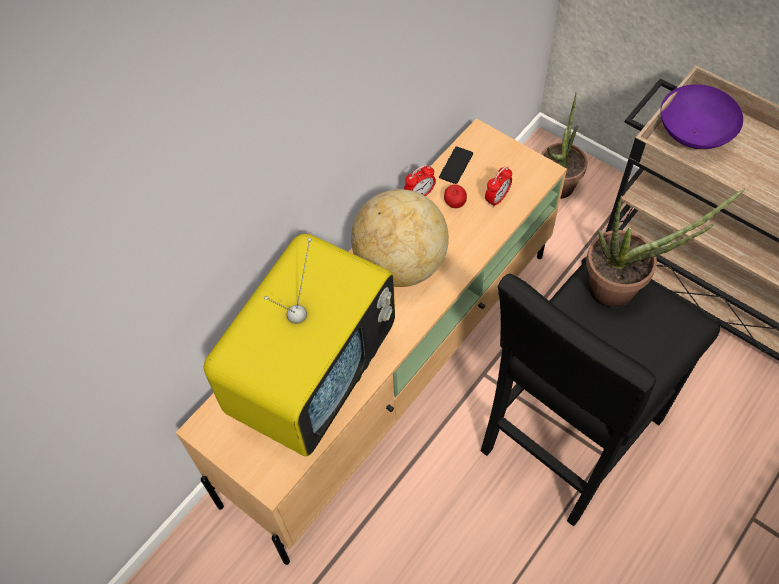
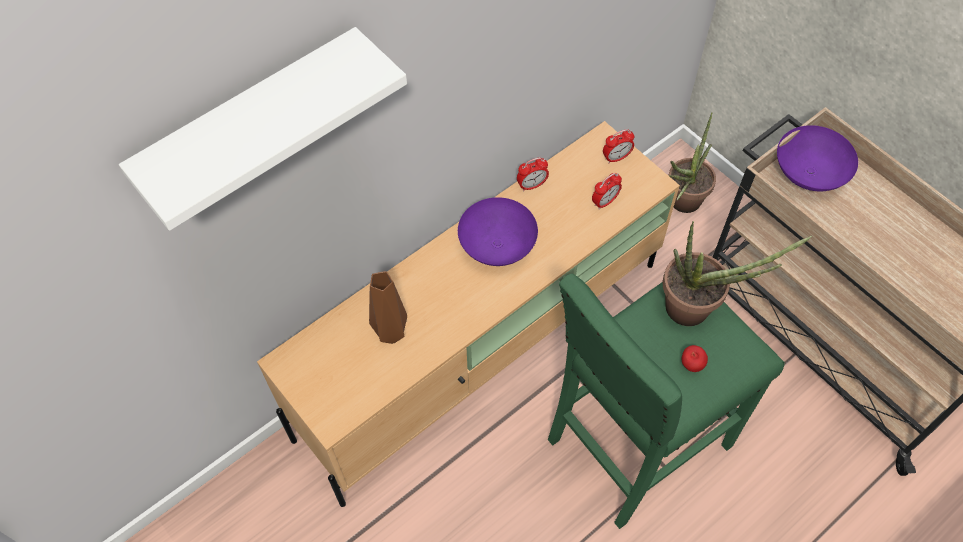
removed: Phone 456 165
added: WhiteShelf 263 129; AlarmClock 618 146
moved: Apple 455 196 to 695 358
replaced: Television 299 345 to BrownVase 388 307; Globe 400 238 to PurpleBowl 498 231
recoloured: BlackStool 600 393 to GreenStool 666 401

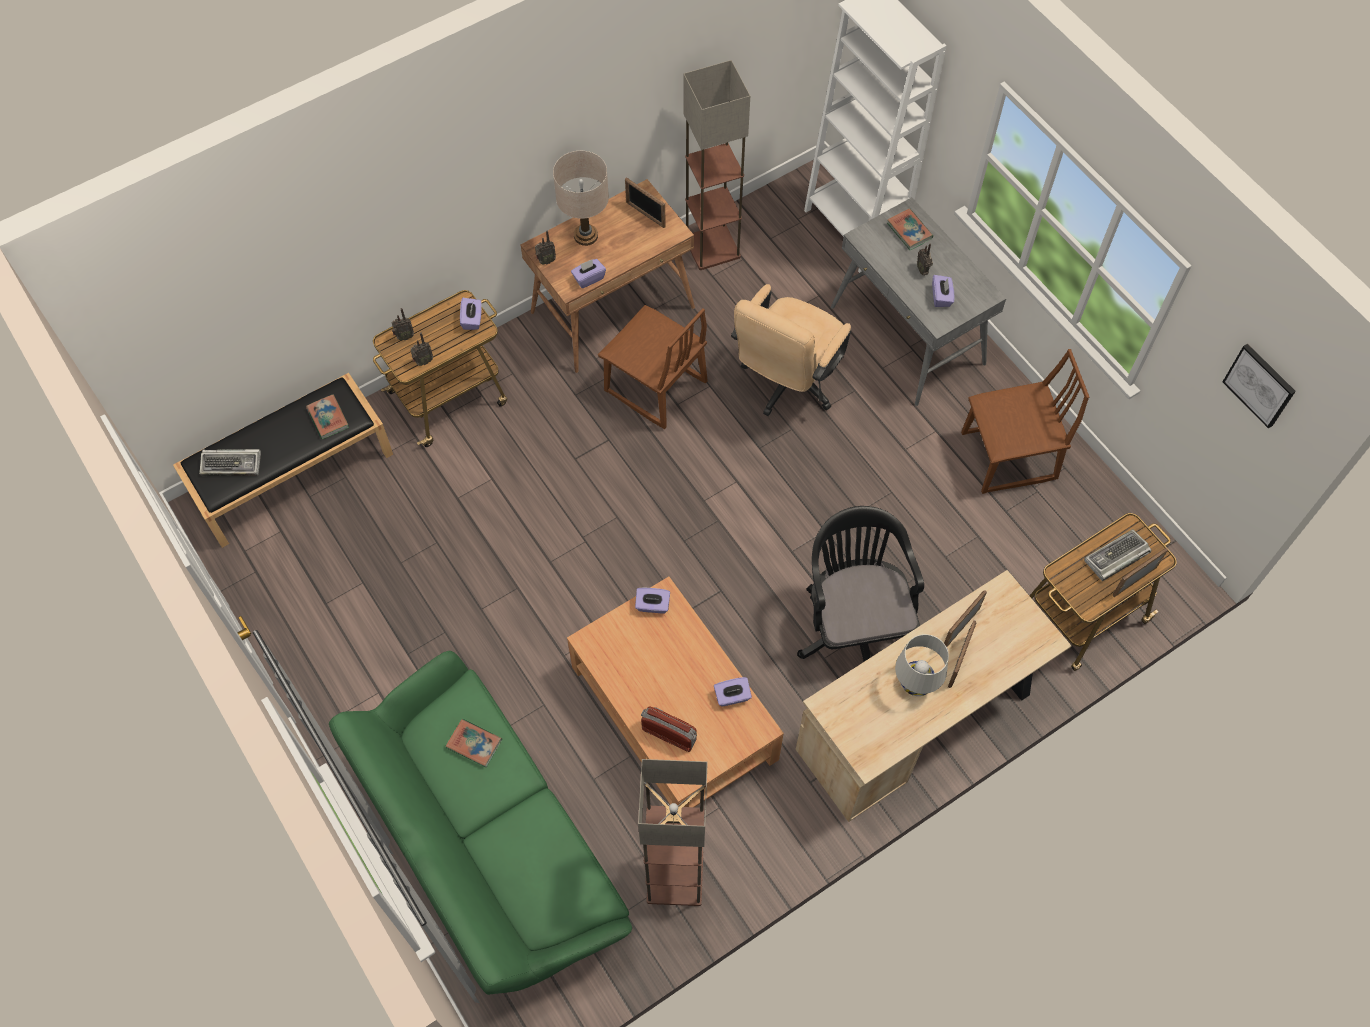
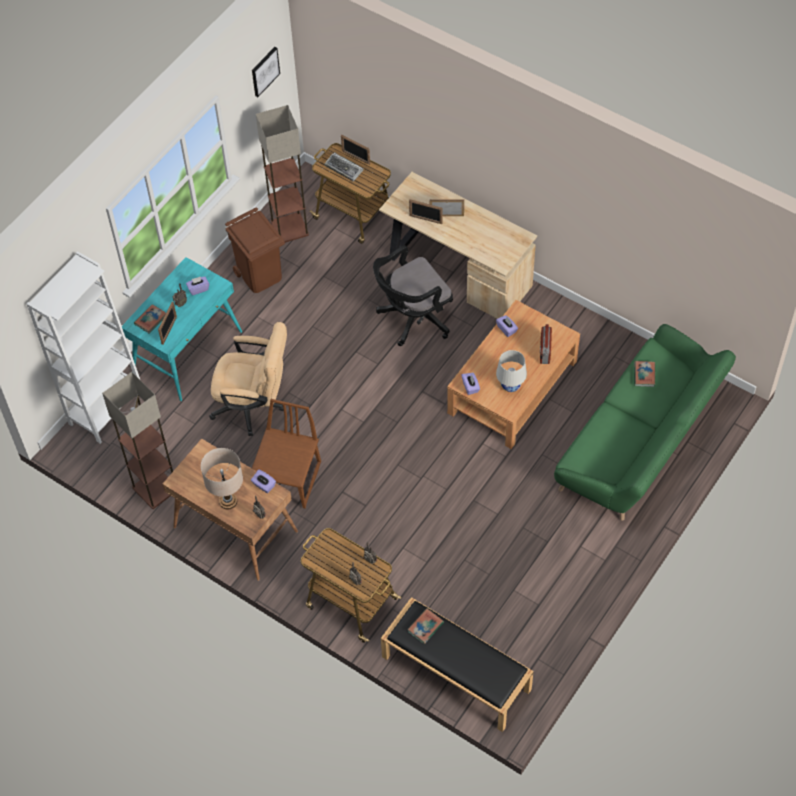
removed: Keyboard 230 462; PurpleTissueBox 471 314
moved: PictureFrame 645 202 to 167 323; FloorLamp 673 832 to 282 174; WhiteTableLamp 922 665 to 511 371; Book 473 743 to 644 374
replaced: BrownChair 1025 421 to BrownTrashCan 255 250
recoloured: GreyDesk 918 301 to TurquoiseDesk 182 329

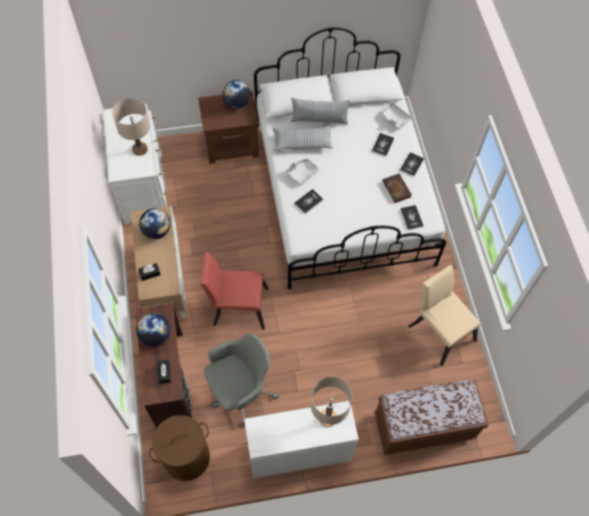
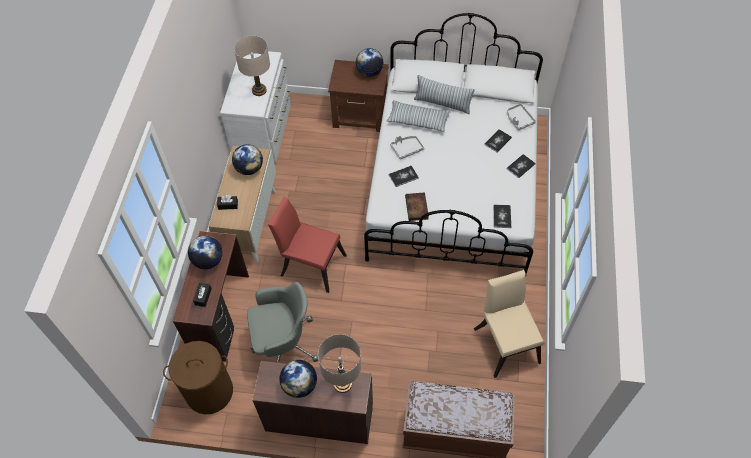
added: Globe 298 379
moved: Book 397 188 to 417 206
recoloured: WhiteDesk 301 440 to BrownDesk 312 402

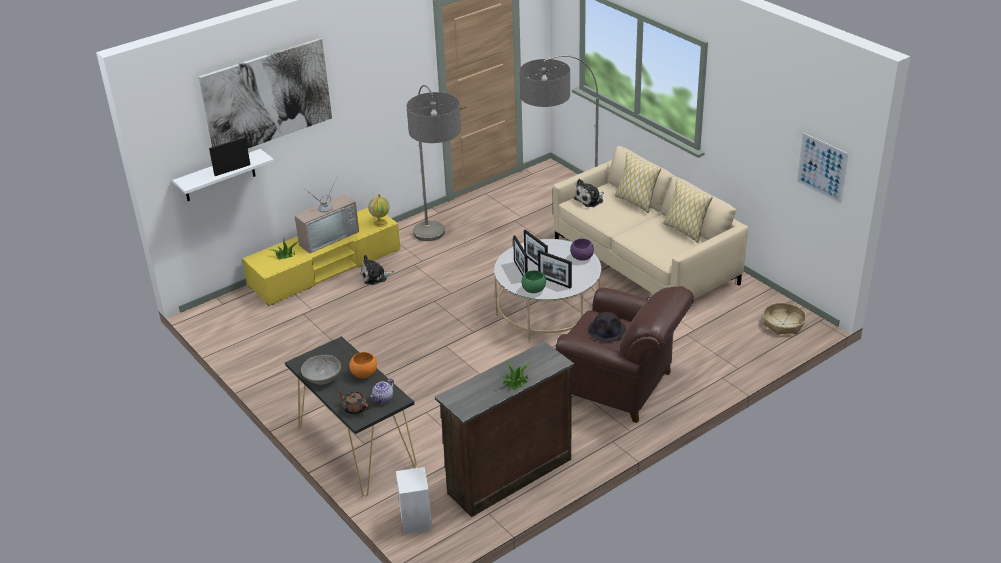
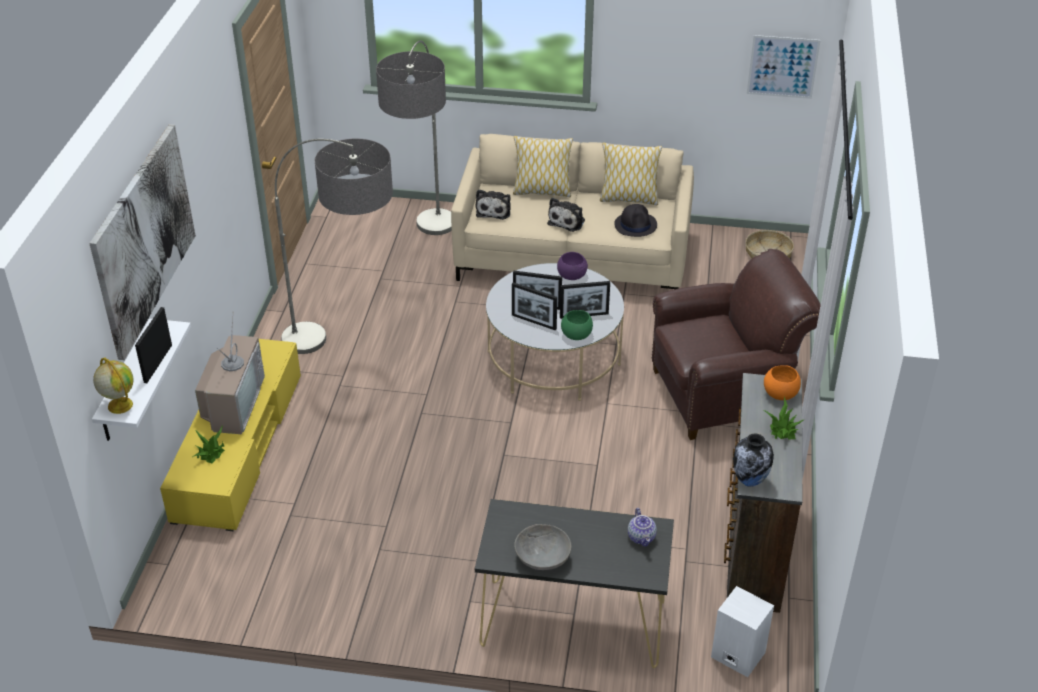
removed: BrownTeapot 353 402
added: Vase 753 460
moved: Globe 379 210 to 113 386; PlushToy 377 270 to 566 215; BlackHat 607 327 to 635 220; OrangeBowl 363 365 to 782 382

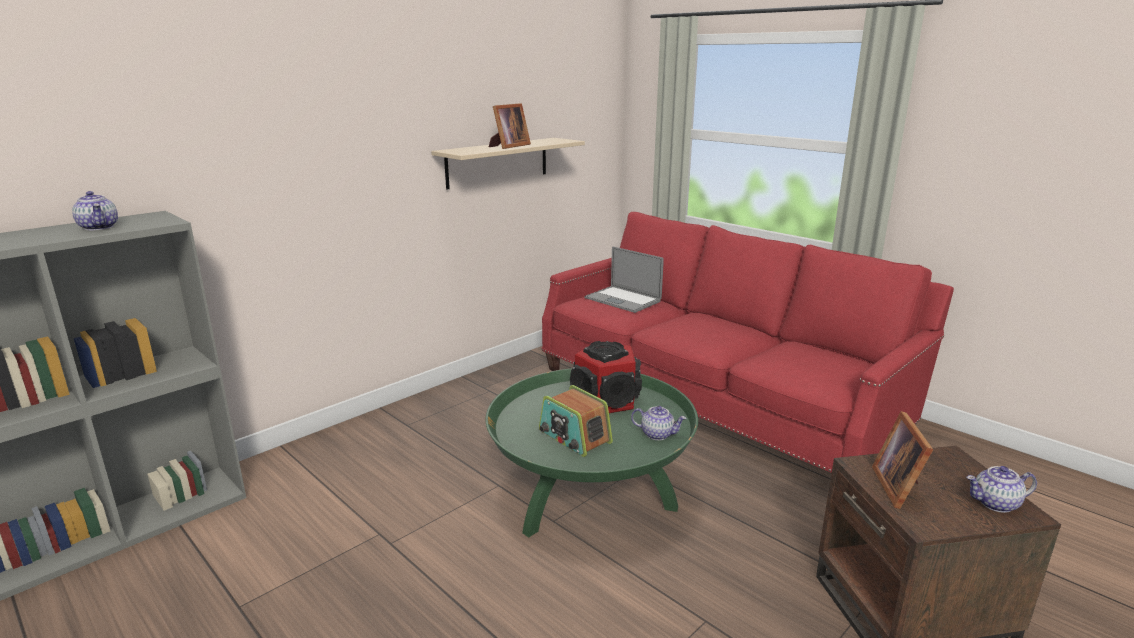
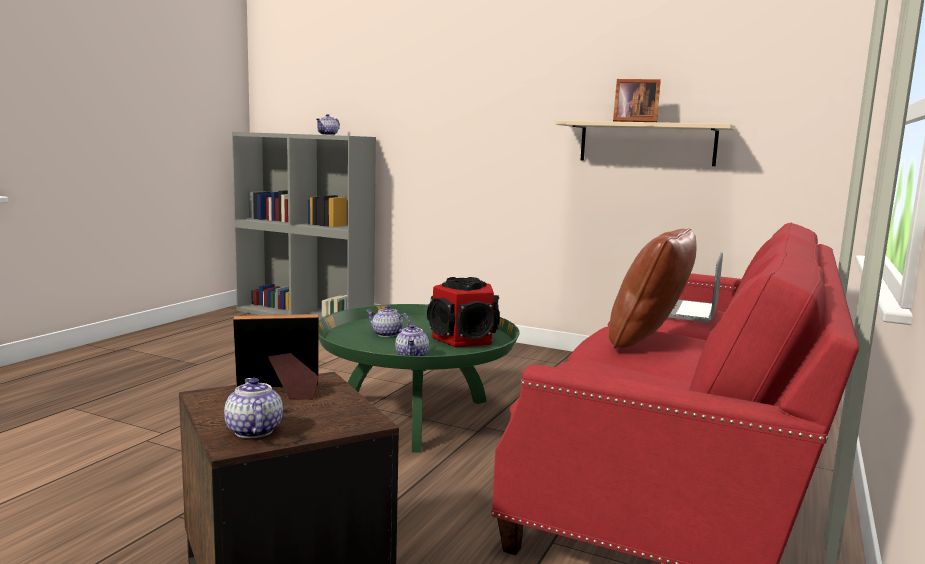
added: BrownPillow 653 288
replaced: Radio 576 421 to Teapot 388 321

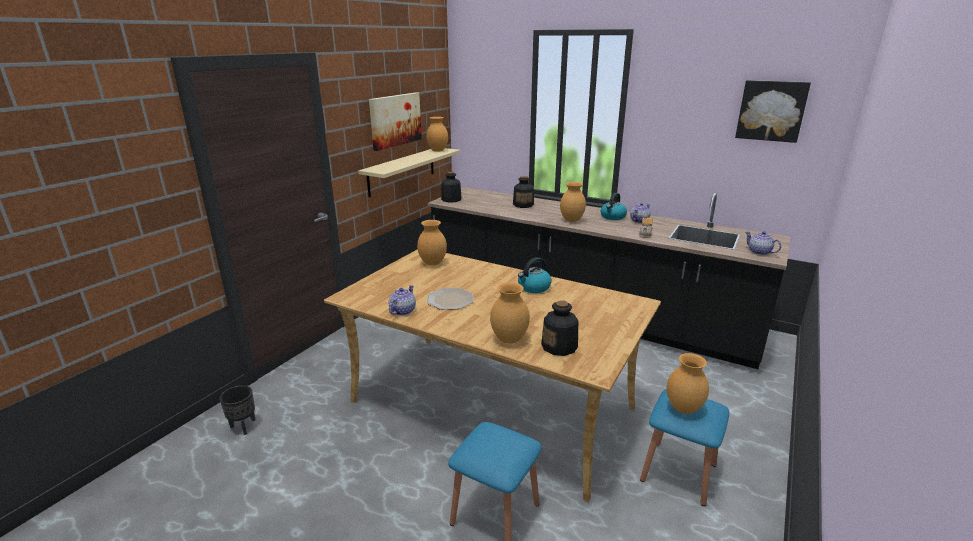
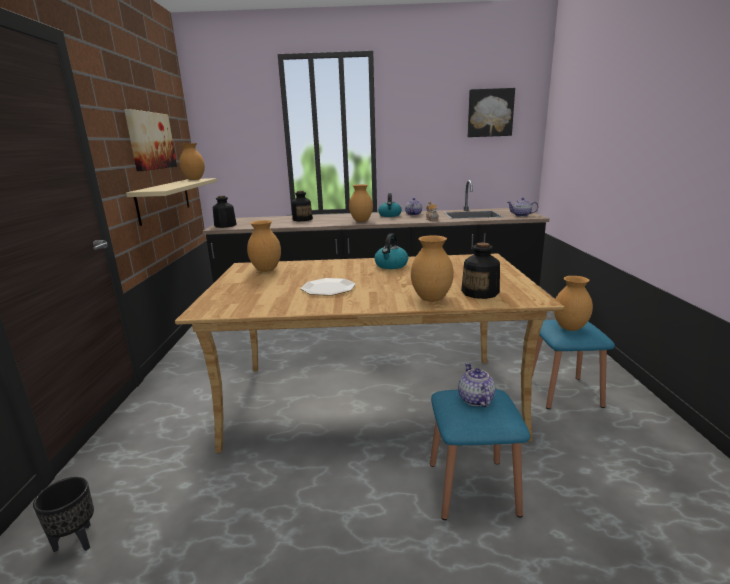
moved: Teapot 402 300 to 476 385

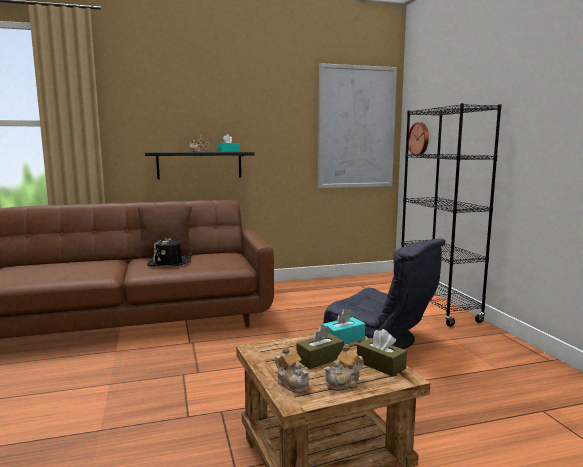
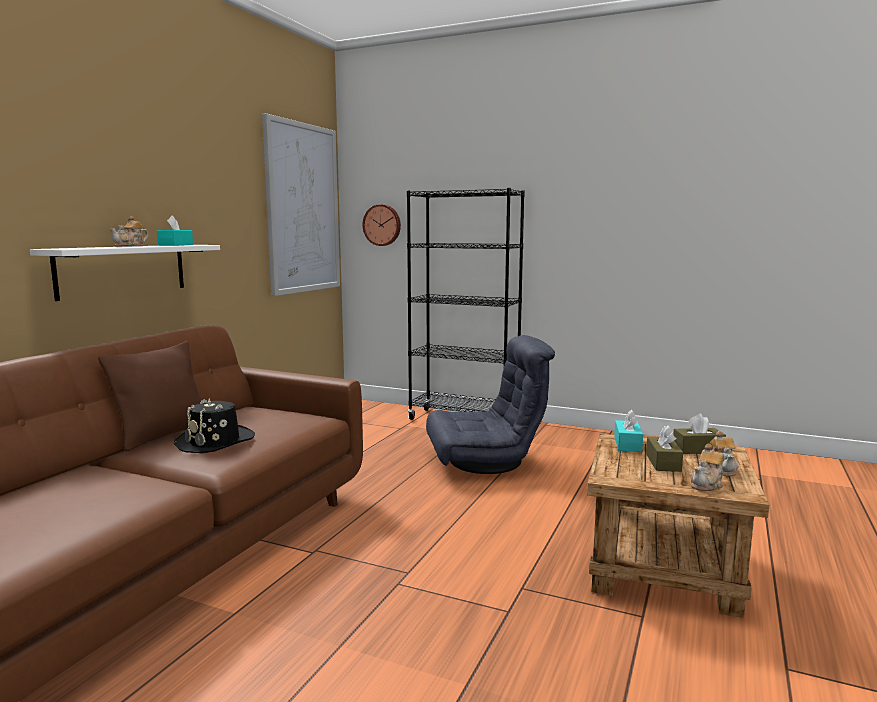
recoloured: BlackShelf 200 165 to WhiteShelf 125 273
turned: Teapot 292 369 = 707 467 135 degrees clockwise

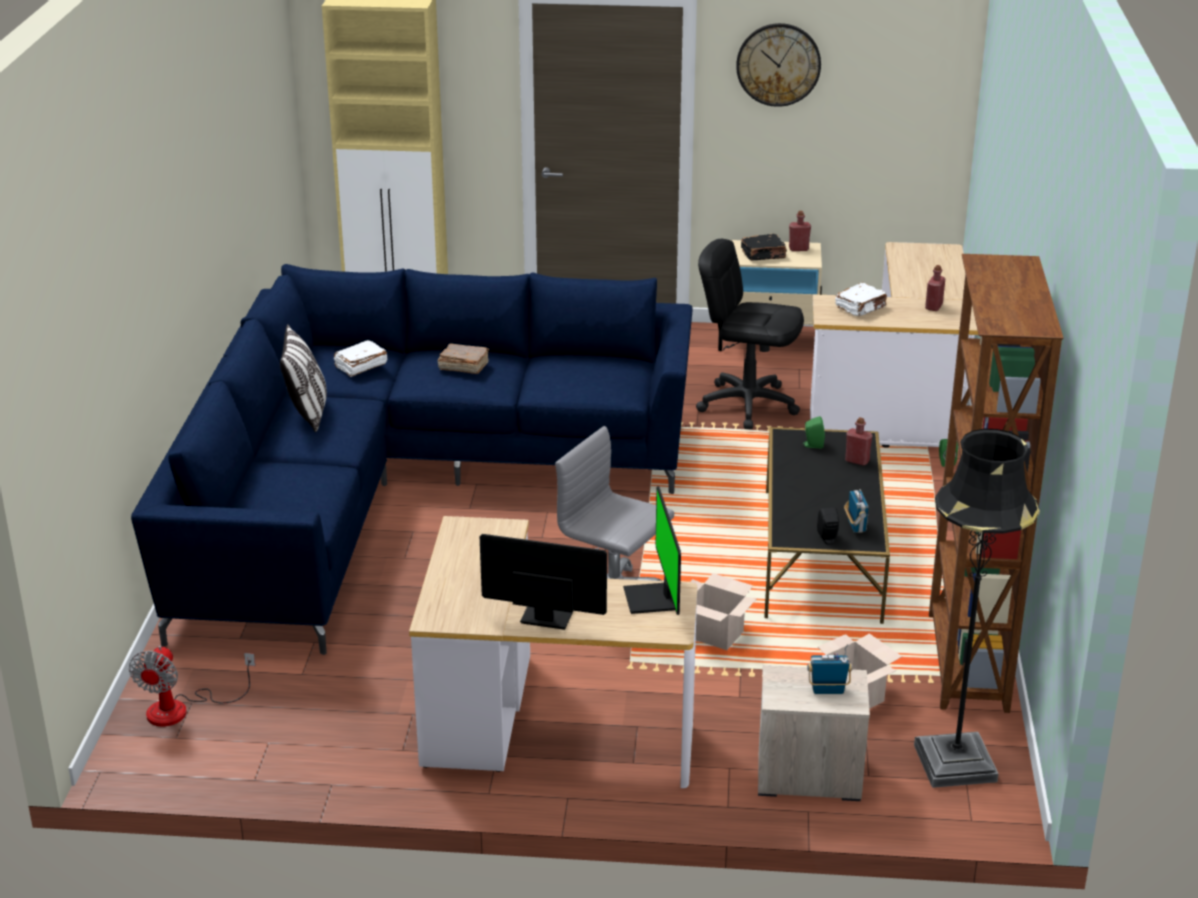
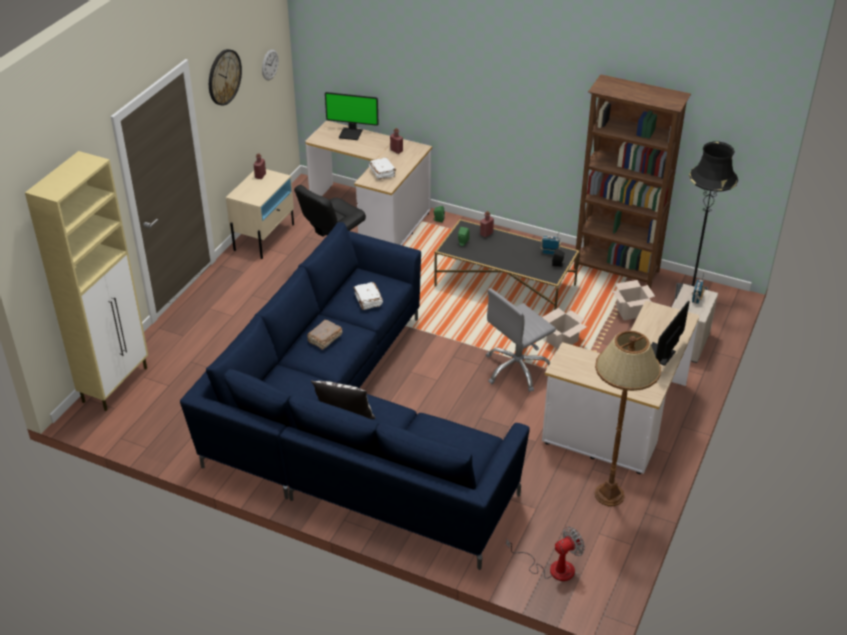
removed: BlackBook 764 247
added: WallClock 270 65; BrownFloorLamp 628 418
moved: Monitor 652 550 to 352 116; WhiteBook 360 358 to 368 296
turned: Fan 192 686 = 545 554 60 degrees counterclockwise

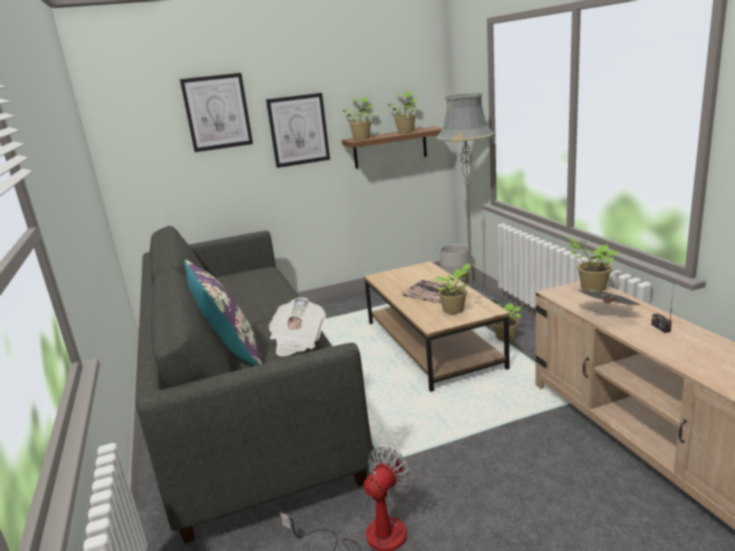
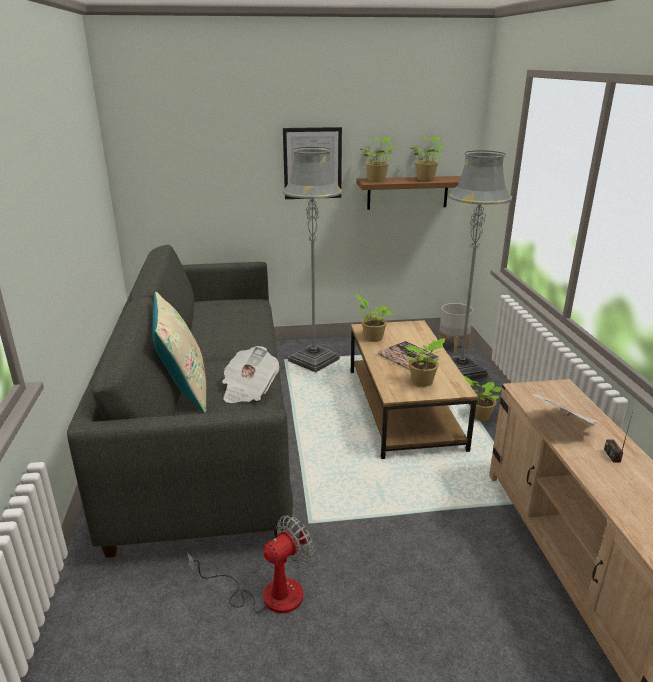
removed: Picture 216 112
added: GreyFloorLamp 312 260
moved: PottedPlant 591 264 to 374 318
recoloured: PurplePillow 223 313 to BeigePillow 179 352

